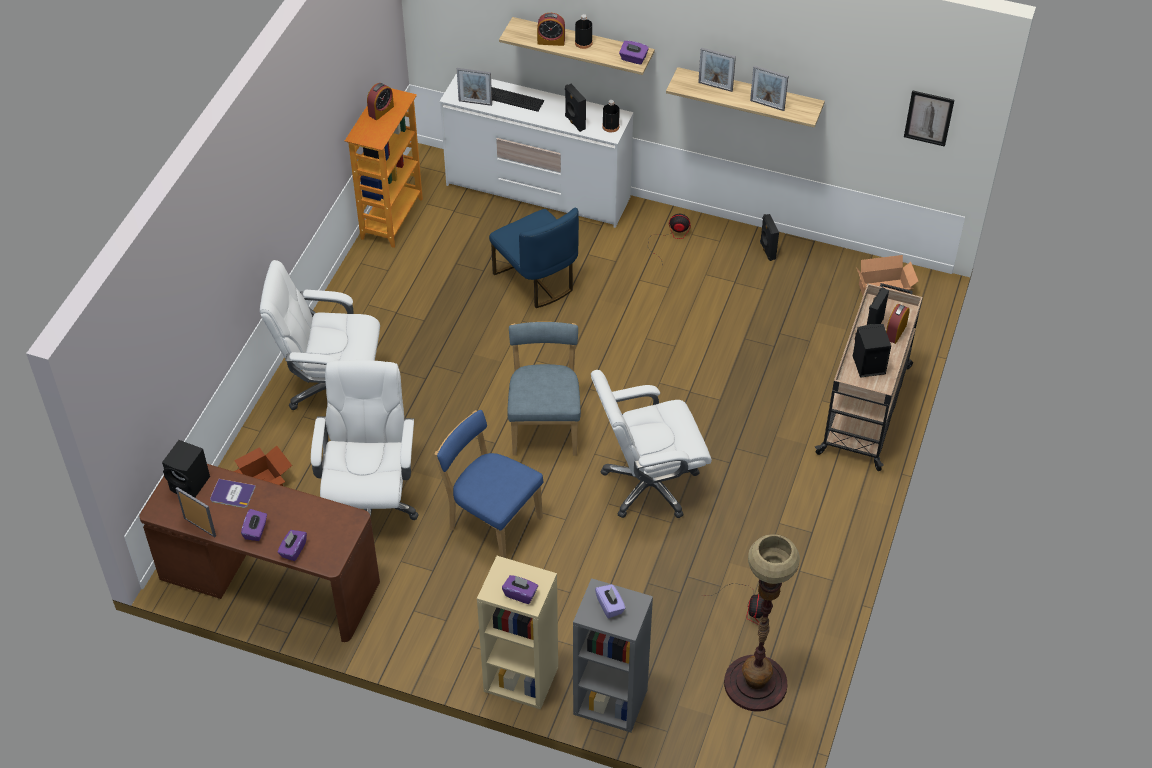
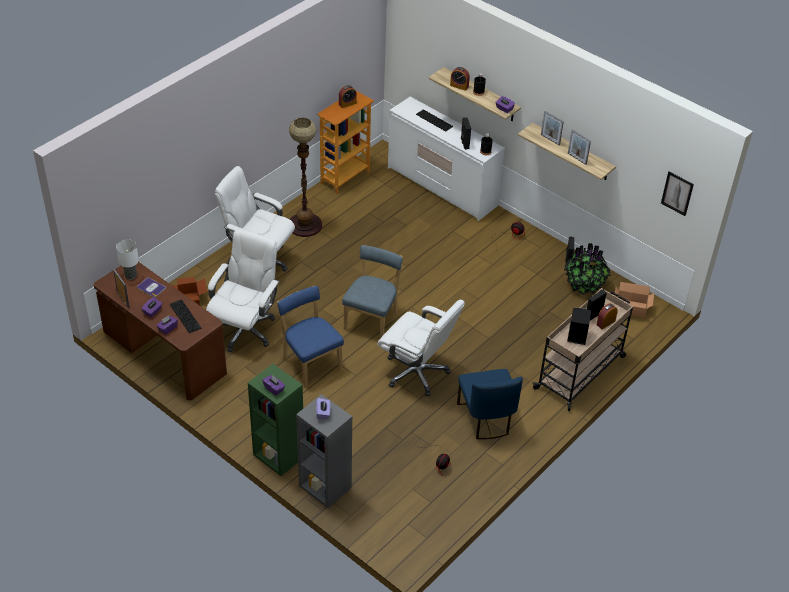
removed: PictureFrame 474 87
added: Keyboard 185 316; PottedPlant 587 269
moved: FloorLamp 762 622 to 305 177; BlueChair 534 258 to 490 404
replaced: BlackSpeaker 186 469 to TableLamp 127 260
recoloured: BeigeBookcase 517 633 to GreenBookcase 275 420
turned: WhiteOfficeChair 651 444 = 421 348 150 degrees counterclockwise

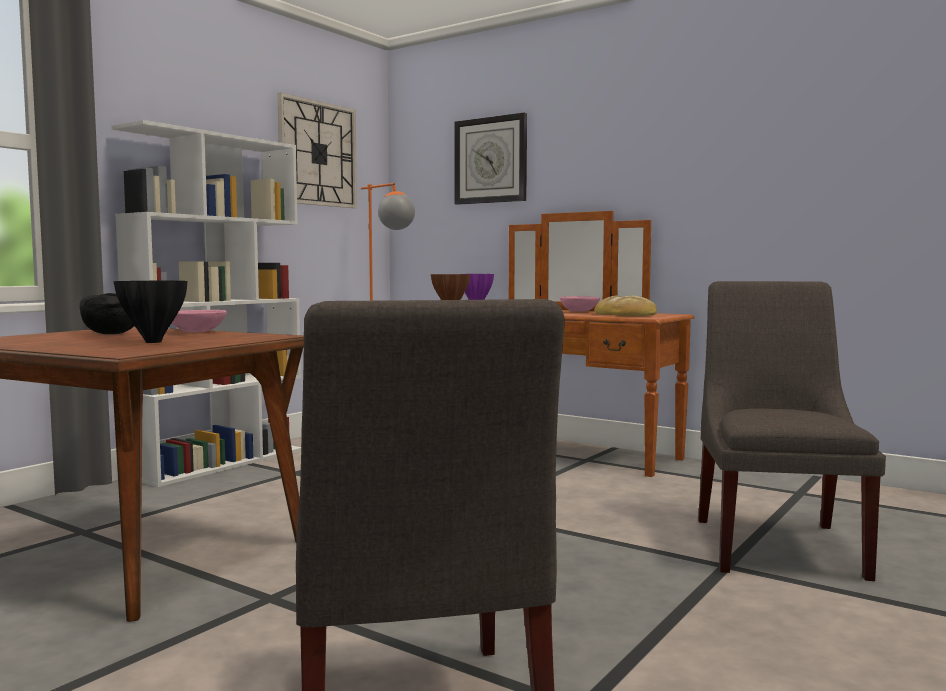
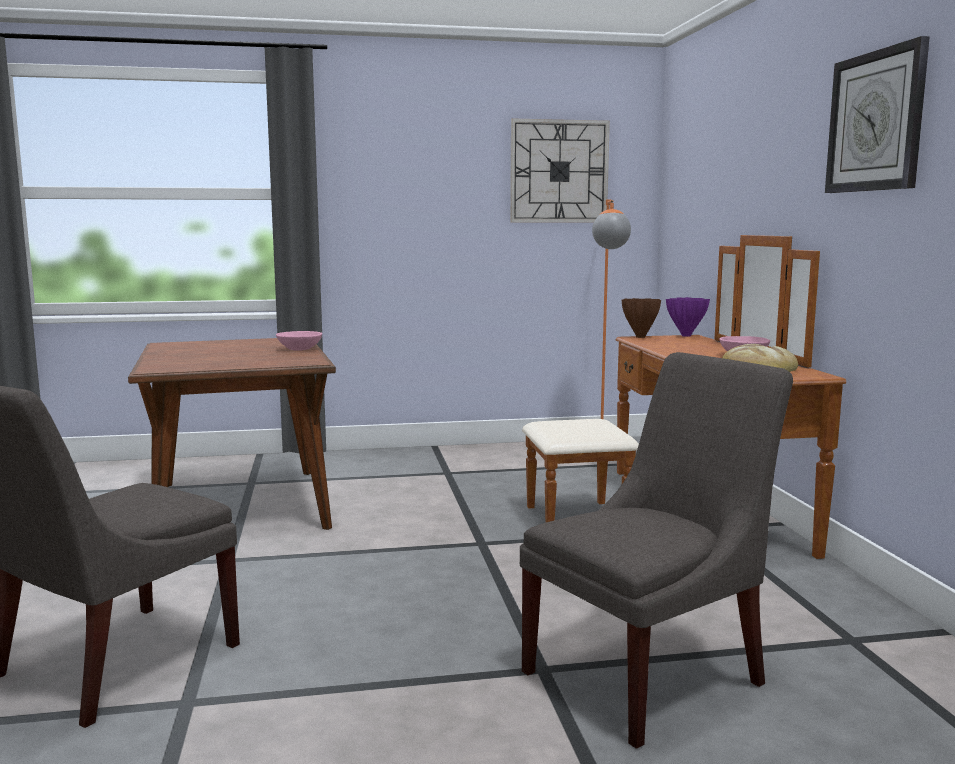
removed: BlackBowl 107 313; WhiteBookcase 206 303; BlackVase 150 311
moved: WallClock 490 159 to 877 114

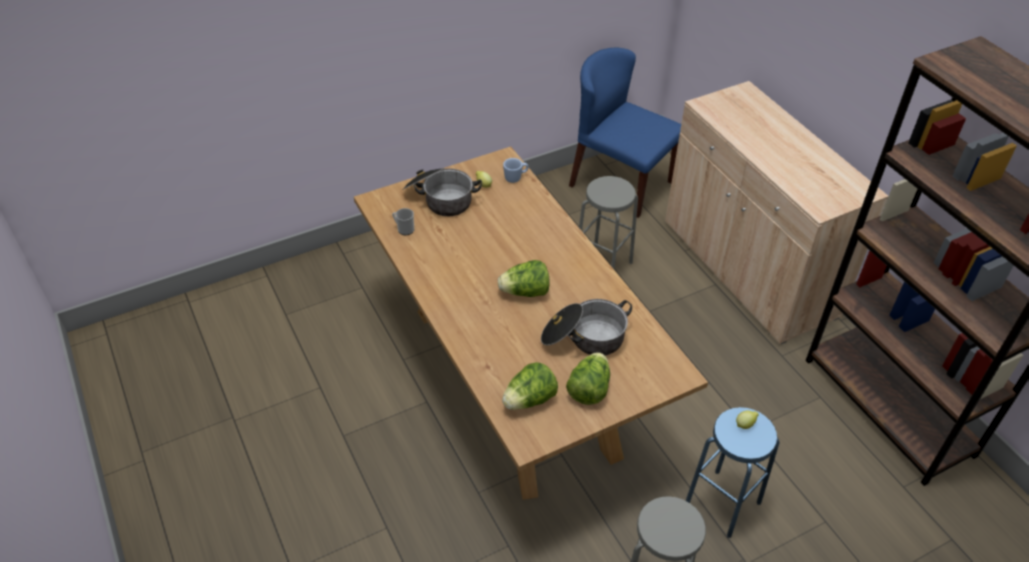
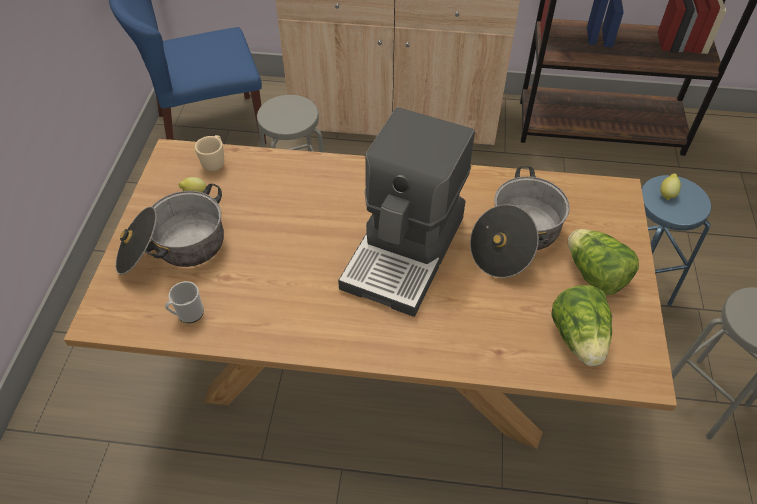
replaced: Lettuce 524 278 to CoffeeMachine 406 212
recoloured: BlueMug 515 170 to BeigeMug 209 153

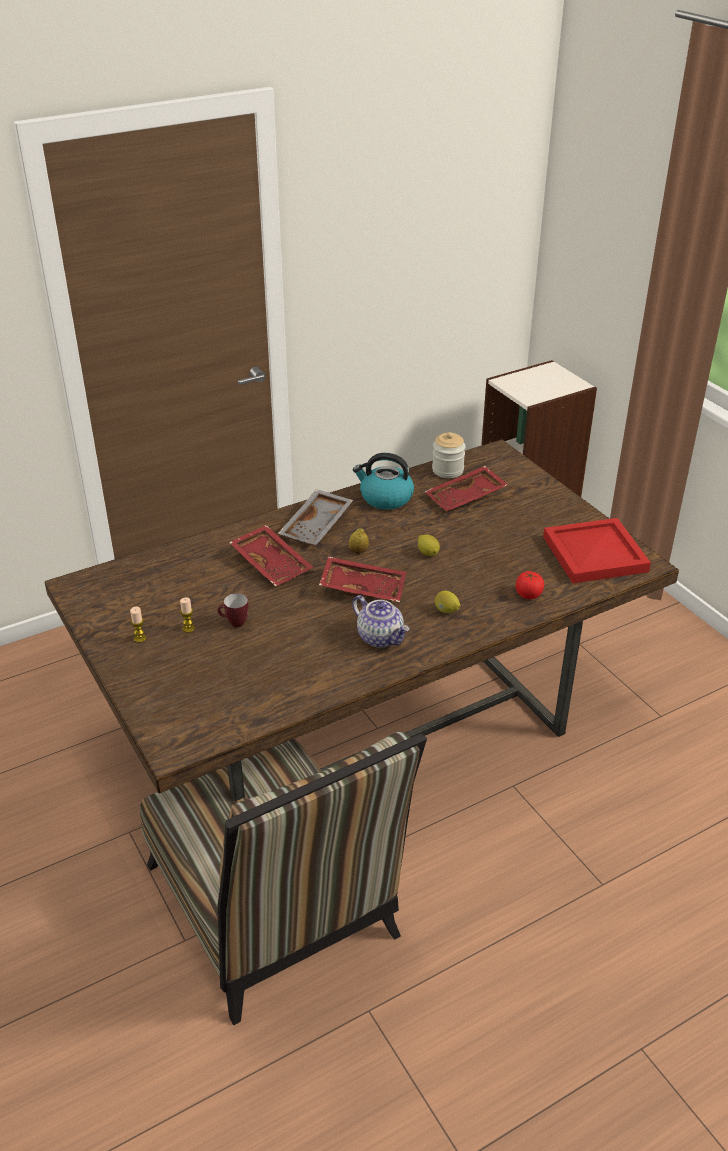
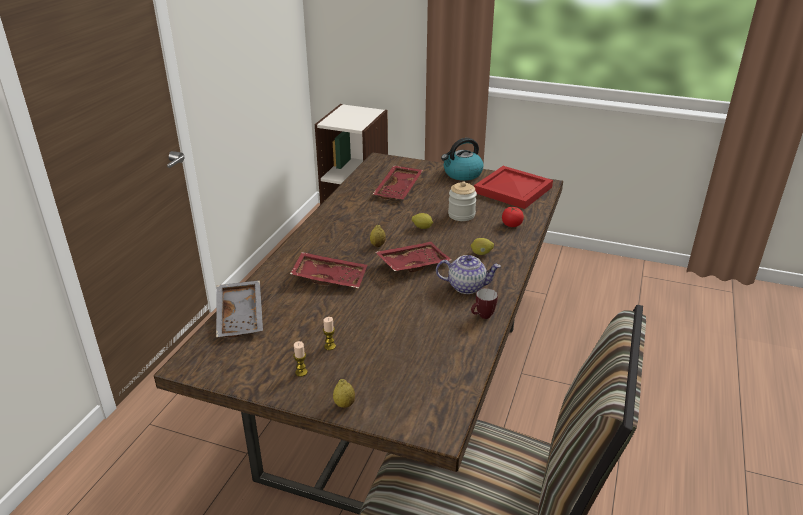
added: Lemon 344 393
moved: GreyTray 315 517 to 239 309; Kettle 383 481 to 462 159; Jar 449 455 to 462 201; Mug 233 610 to 484 303

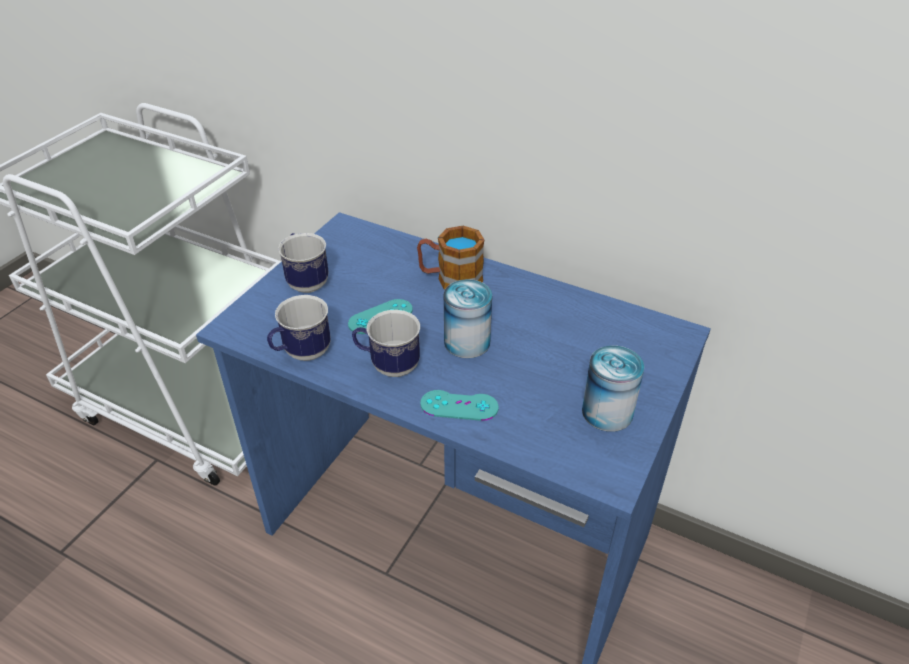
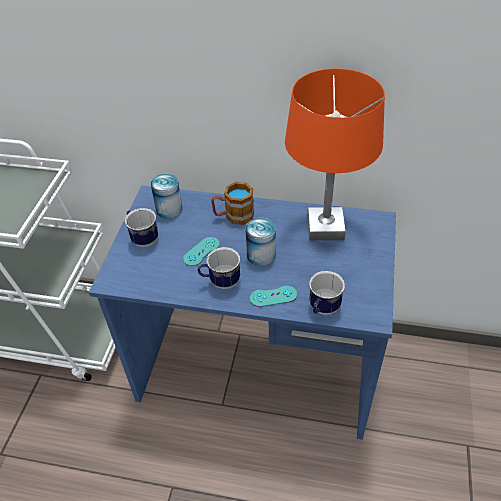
added: OrangeTableLamp 335 154
moved: Can 613 388 to 167 196; Mug 299 328 to 327 293

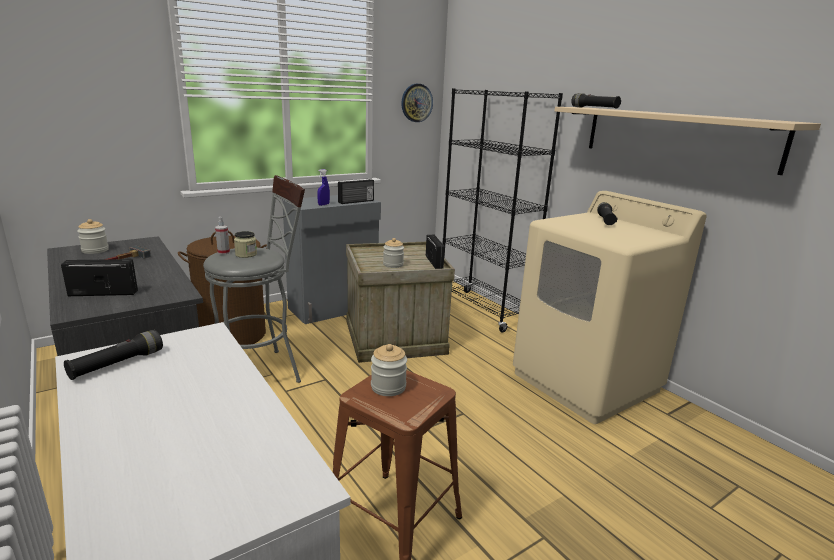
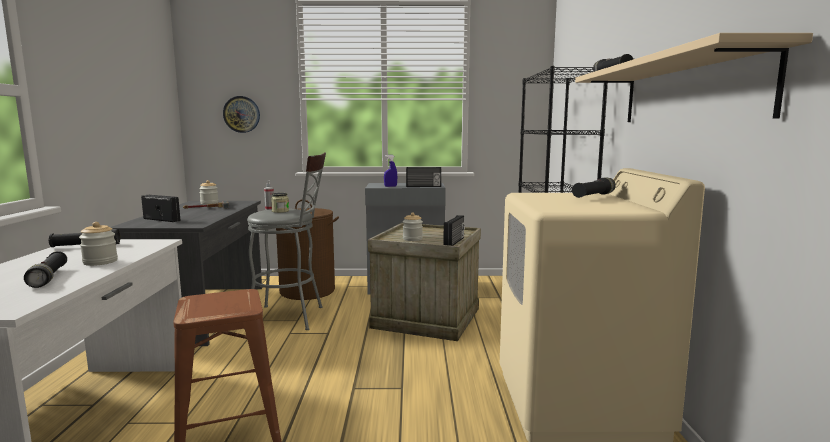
added: BlackFlashlight 45 269
moved: Jar 389 370 to 98 244; WallClock 417 103 to 241 114

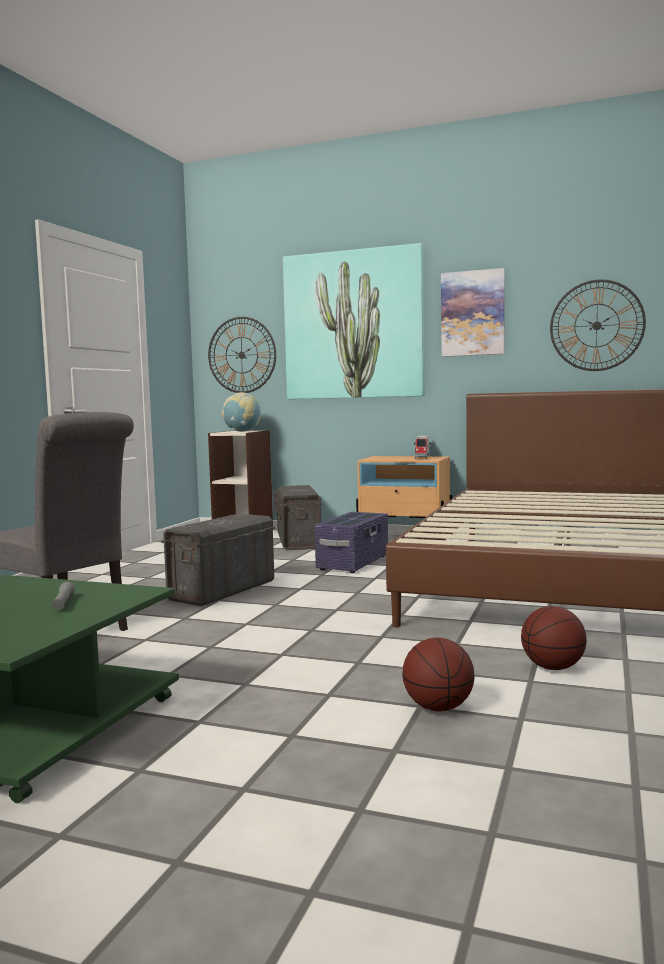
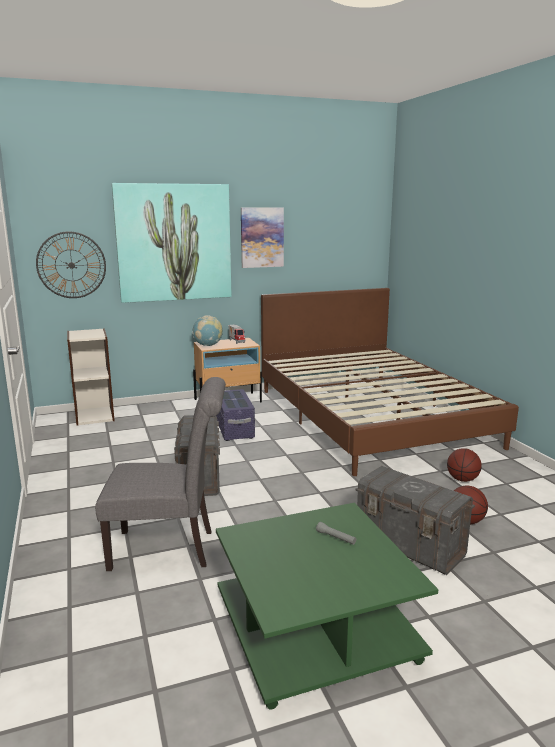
removed: WallClock 598 325
moved: Globe 241 411 to 207 330; GreyStorageBox 298 517 to 415 520

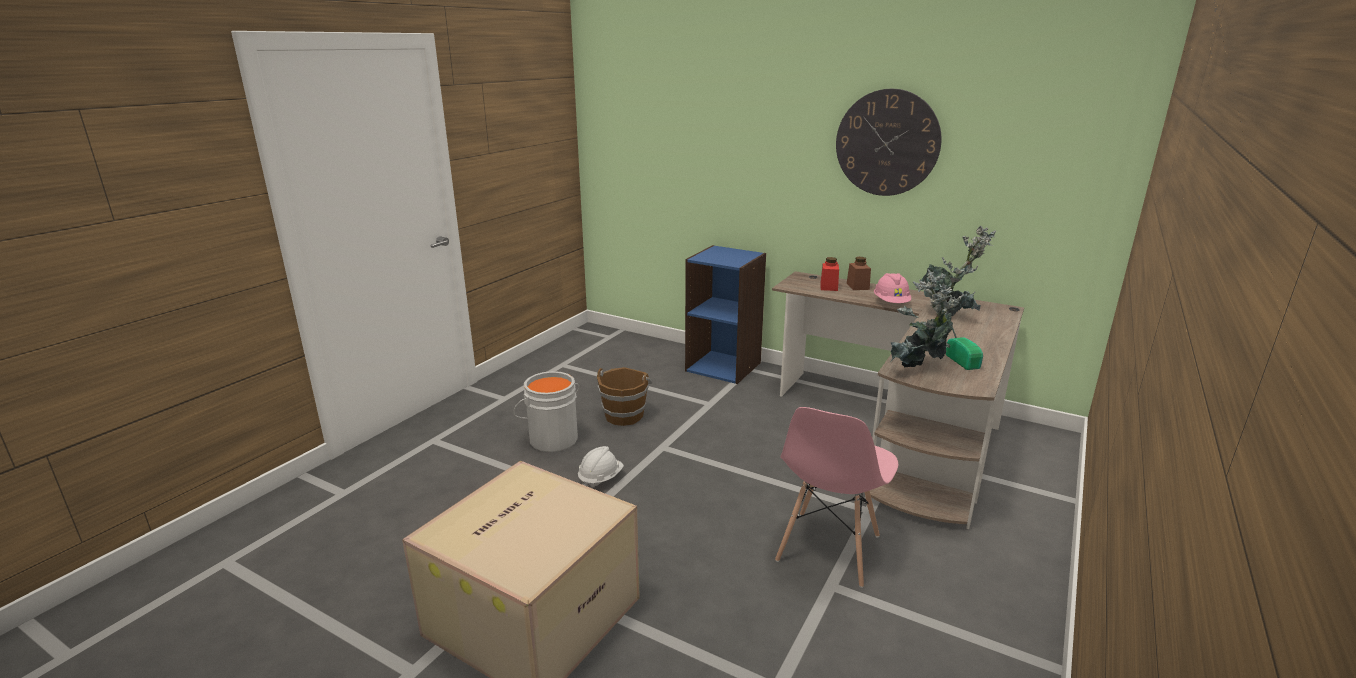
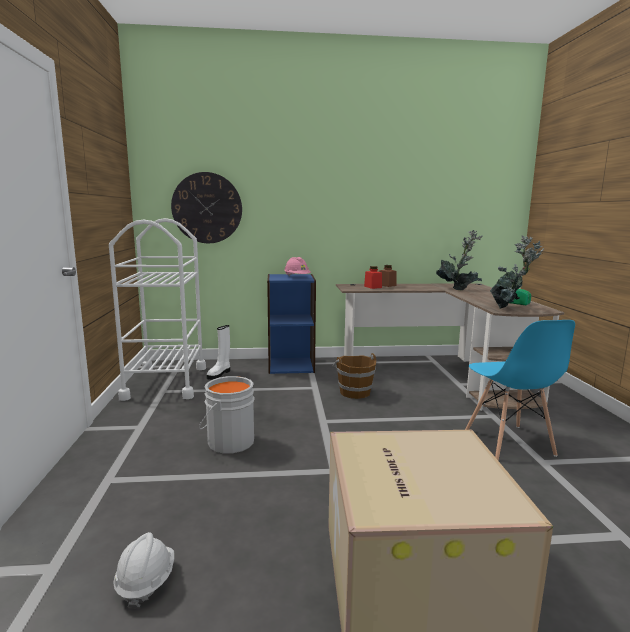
added: WhiteCart 157 309; WhiteBoot 218 352
moved: WhiteHardHat 601 467 to 143 570; WallClock 889 142 to 206 207; PinkHardHat 892 288 to 297 266; BrownBucket 624 396 to 354 376
recoloured: PinkChair 837 497 to BlueChair 520 390

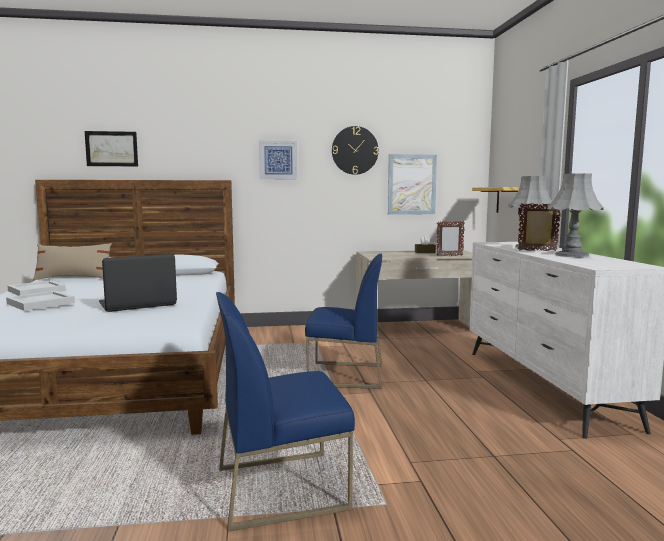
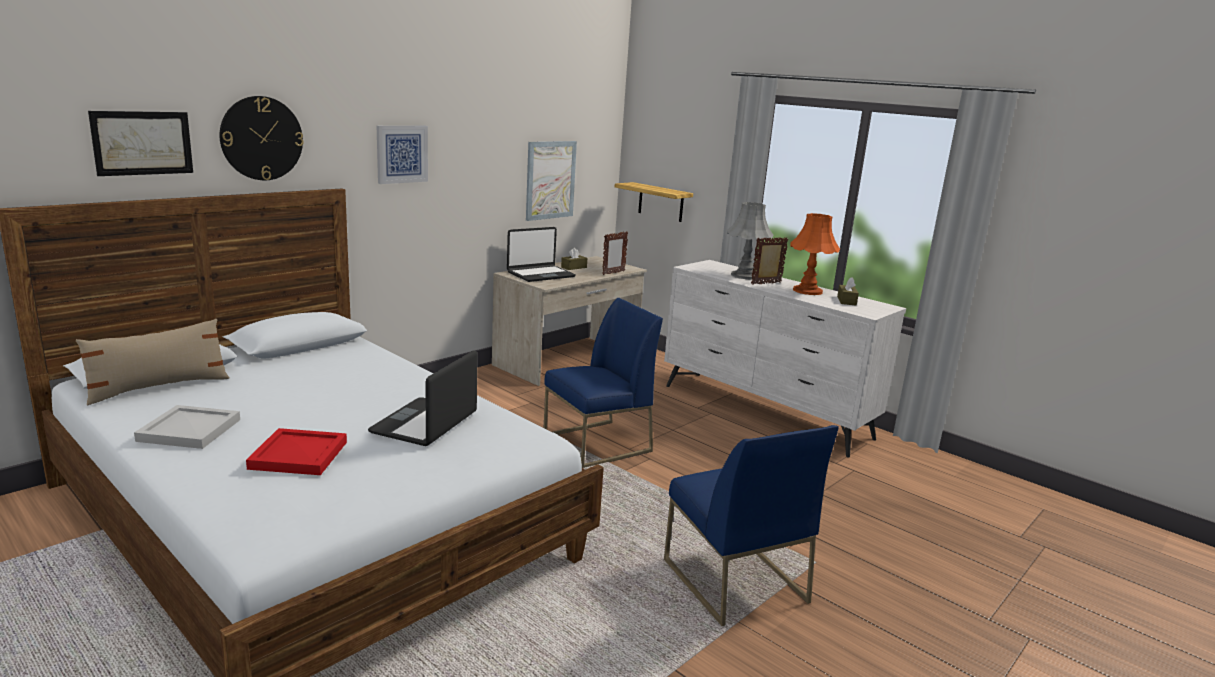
added: Laptop 541 254; BrownTissueBox 848 292
moved: WallClock 355 150 to 262 138
recoloured: WhiteTray 40 301 to RedTray 296 451; GreyTableLamp 575 215 to OrangeTableLamp 815 254
turned: BlueChair 285 412 = 751 525 60 degrees counterclockwise

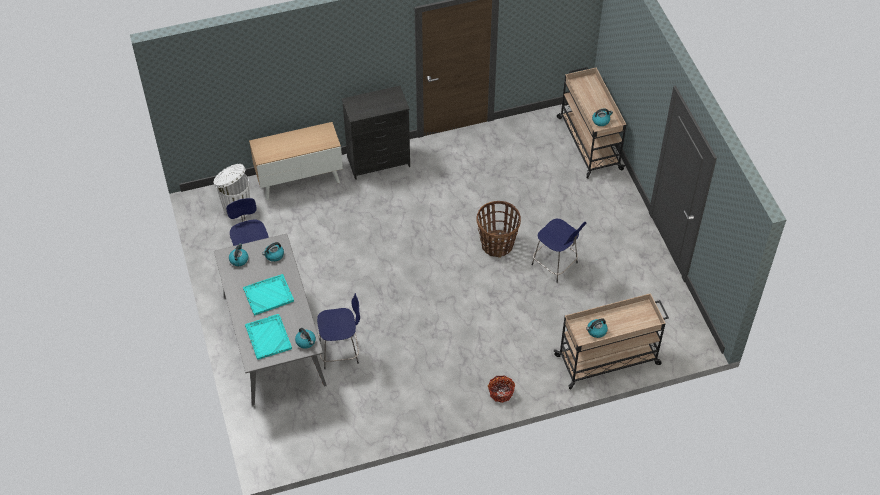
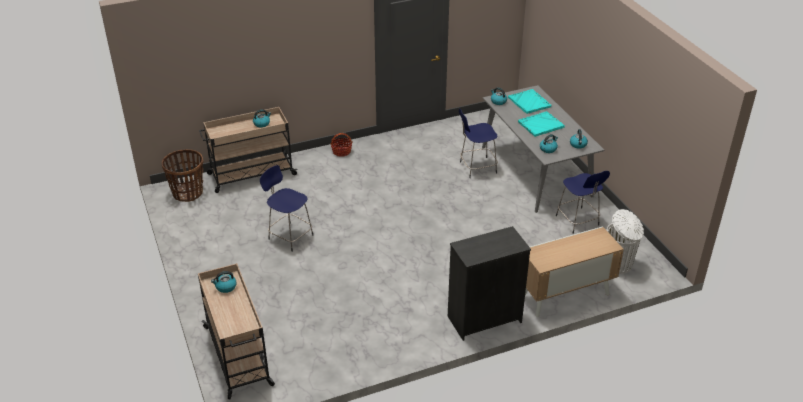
moved: Basket 498 229 to 183 175

